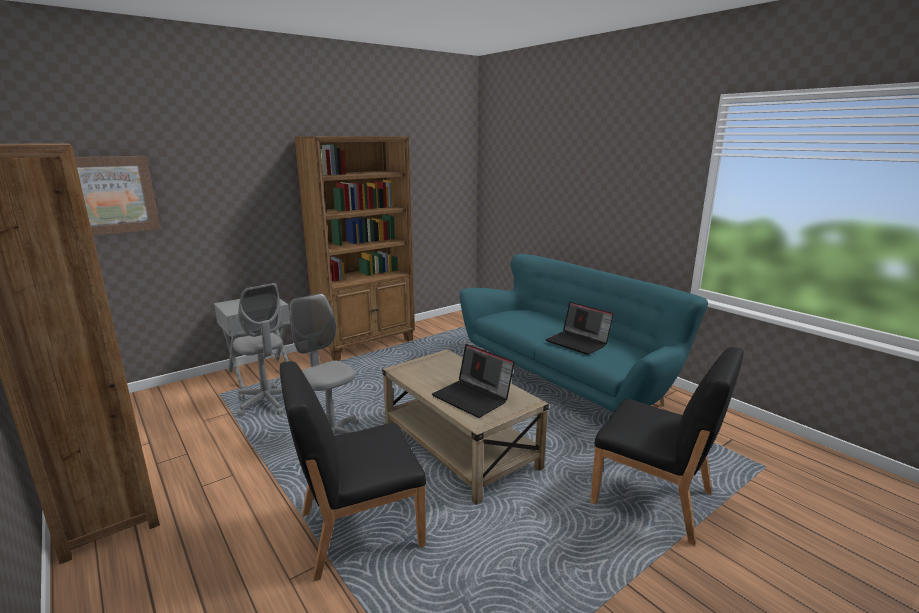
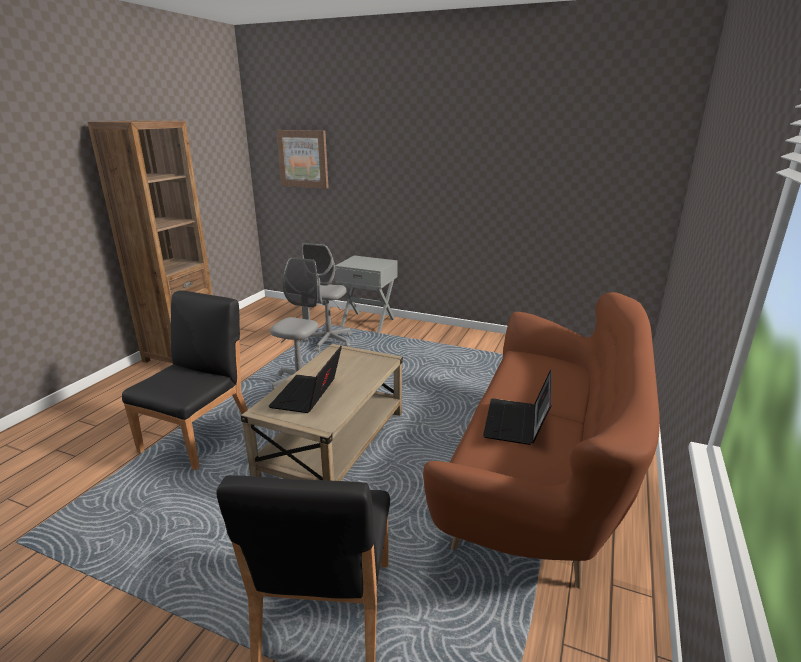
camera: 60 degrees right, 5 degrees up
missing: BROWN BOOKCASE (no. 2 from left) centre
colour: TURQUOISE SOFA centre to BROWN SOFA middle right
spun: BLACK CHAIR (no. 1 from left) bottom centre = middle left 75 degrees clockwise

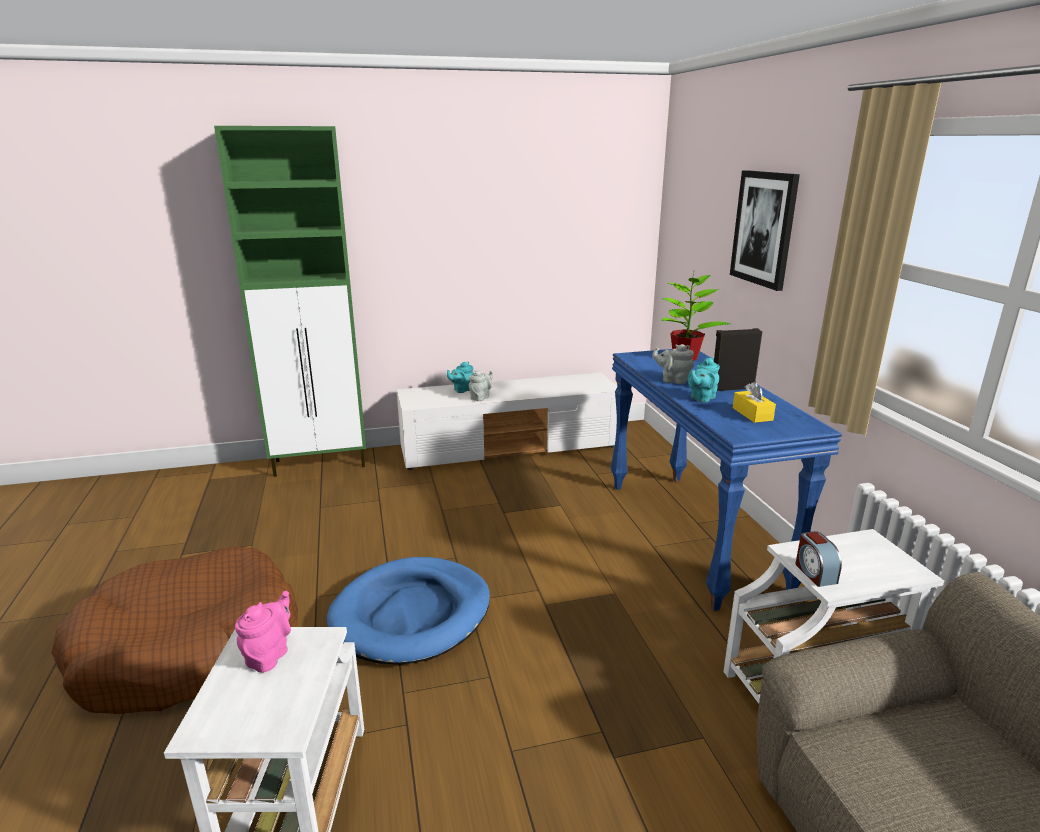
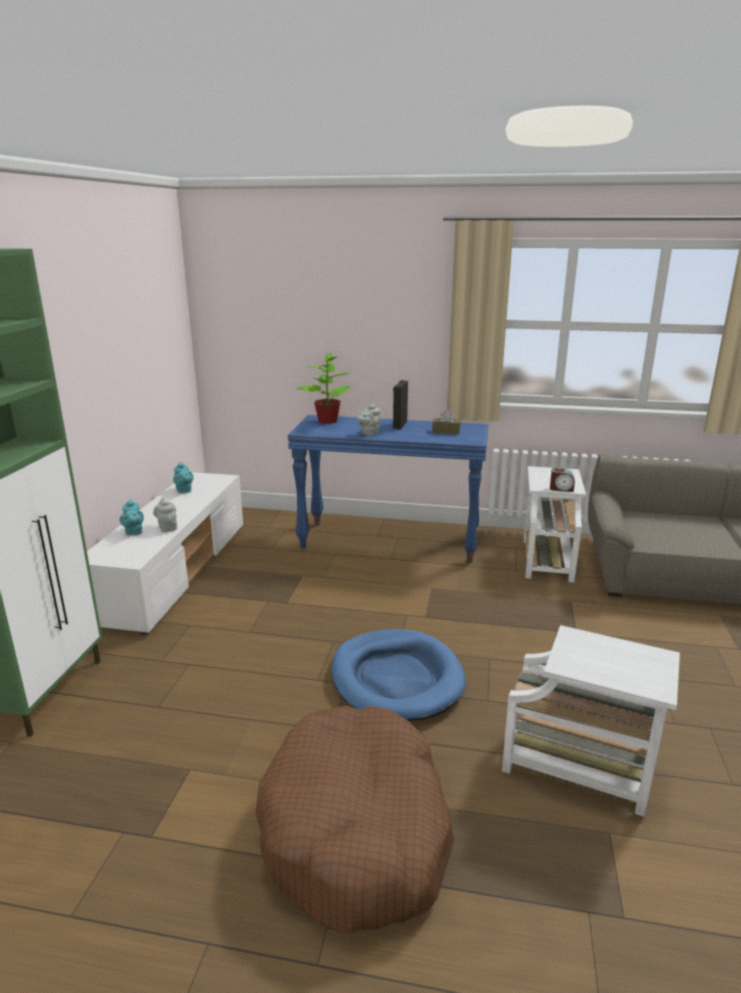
camera: 65 degrees left, 0 degrees up
missing: PINK TEAPOT bottom left; PICTURE top right
relocated: TURQUOISE TEAPOT (no. 2 from left) middle right to middle left
colour: YELLOW TISSUE BOX middle right to BROWN TISSUE BOX centre

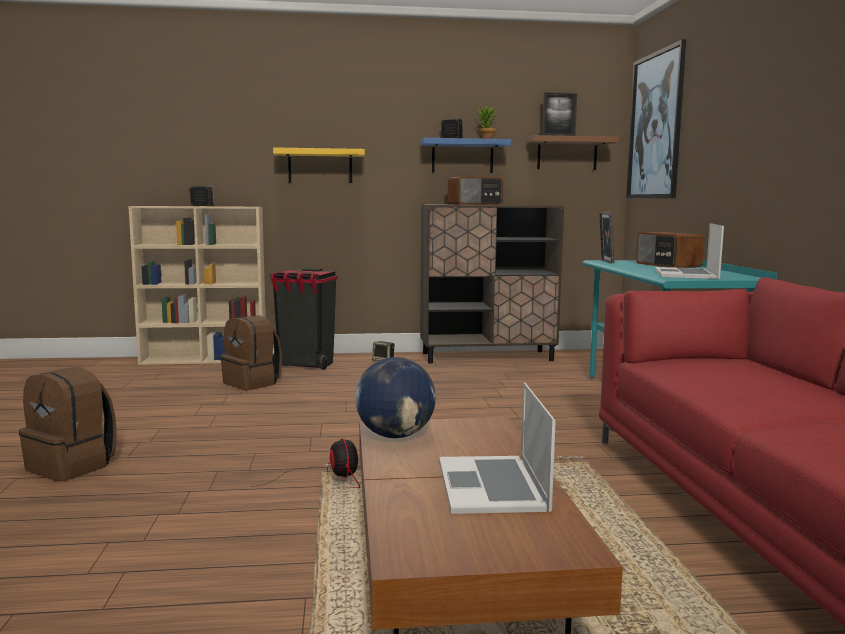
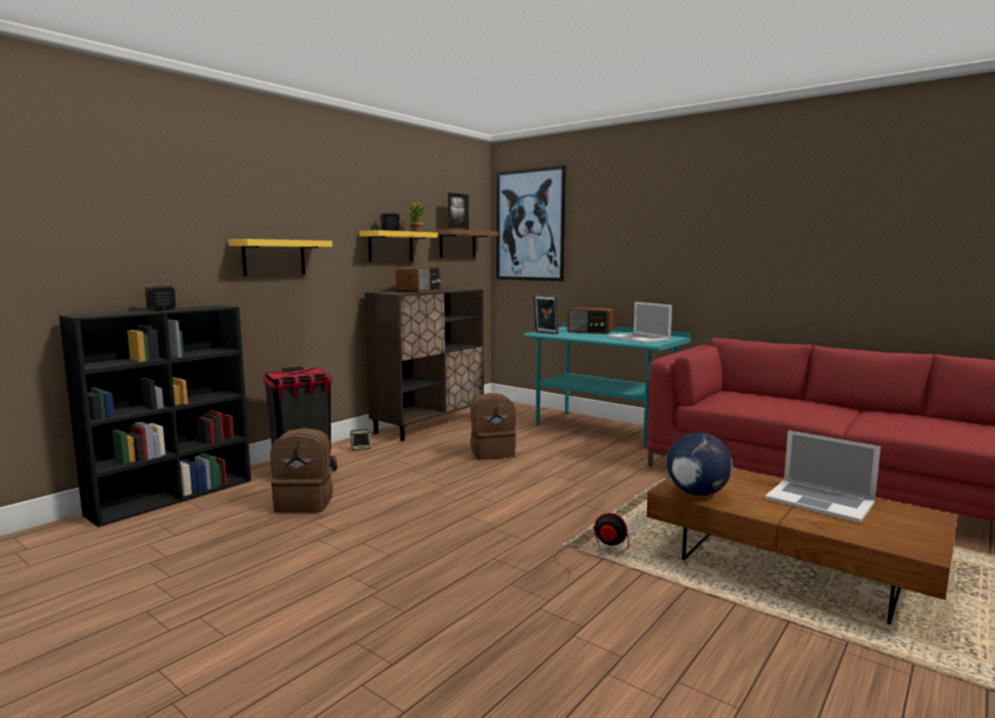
camera: 45 degrees left, 0 degrees up
relocated: BROWN BACKPACK (no. 1 from left in the first image) bottom left to BROWN BACKPACK (no. 2 from left) centre
colour: BEIGE BOOKCASE middle left to BLACK BOOKCASE middle left; BLUE SHELF top centre to YELLOW SHELF (no. 2 from left) centre

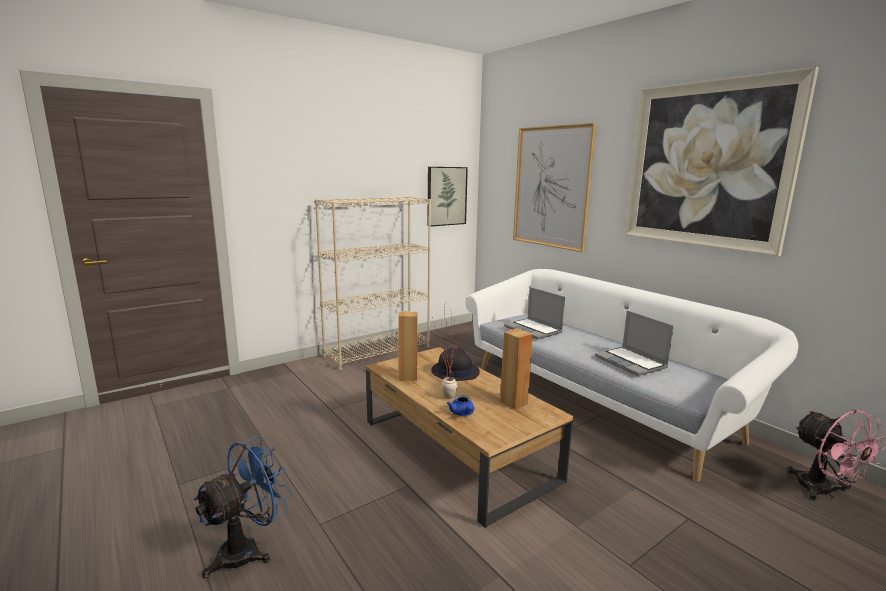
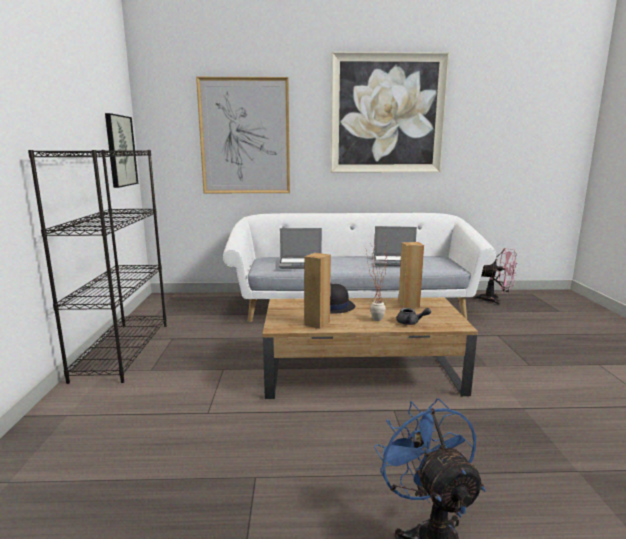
camera: 55 degrees left, 0 degrees up
colour: BEIGE BOOKCASE centre to BLACK BOOKCASE middle left; BLUE TEAPOT bottom centre to GREY TEAPOT centre

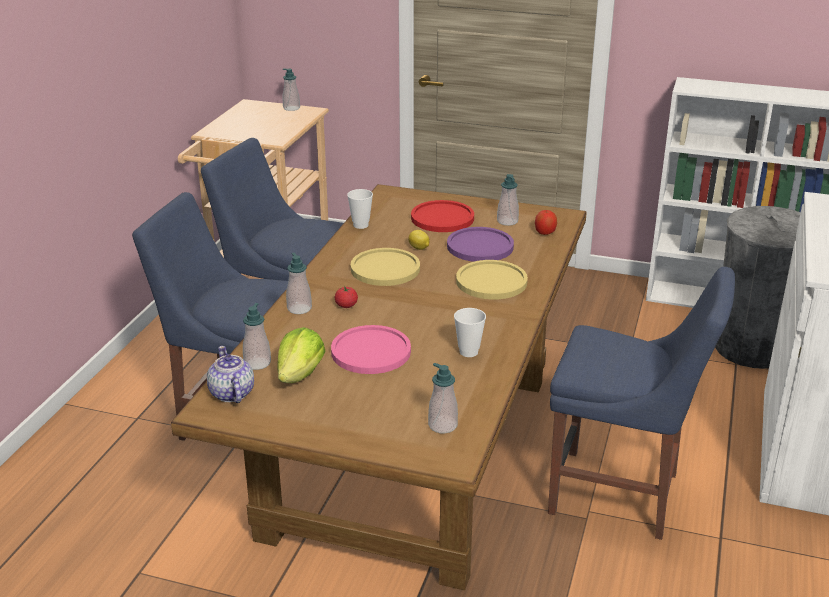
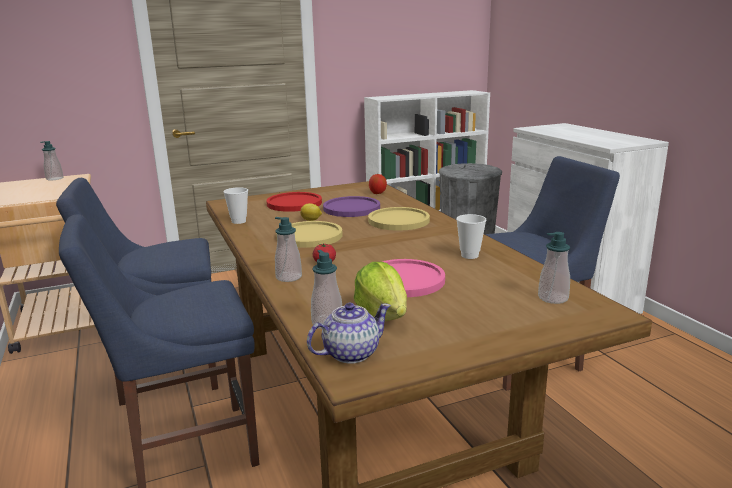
camera: 40 degrees left, 10 degrees down
missing: SOAP DISPENSER (no. 5 from left) centre
spun: TEAPOT middle left = bottom centre 120 degrees clockwise

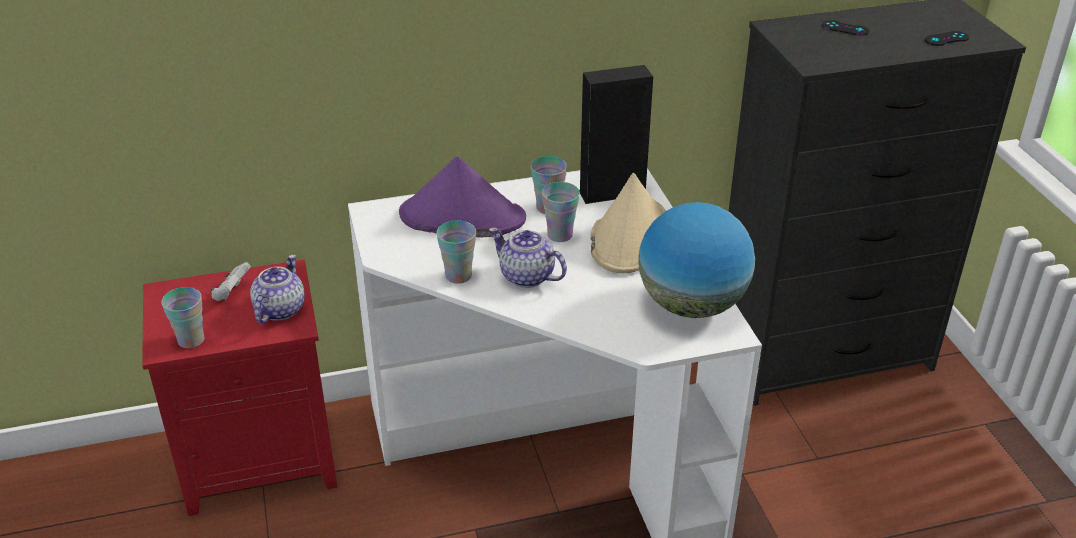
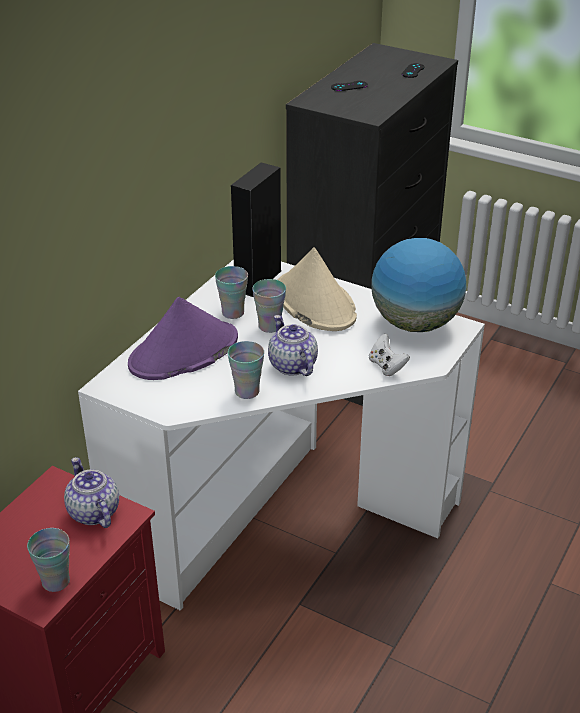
camera: 45 degrees left, 0 degrees up
relocated: WHITE GAME CONTROLLER middle left to middle right
spun: TEAPOT (no. 2 from left) centre = centre 75 degrees clockwise

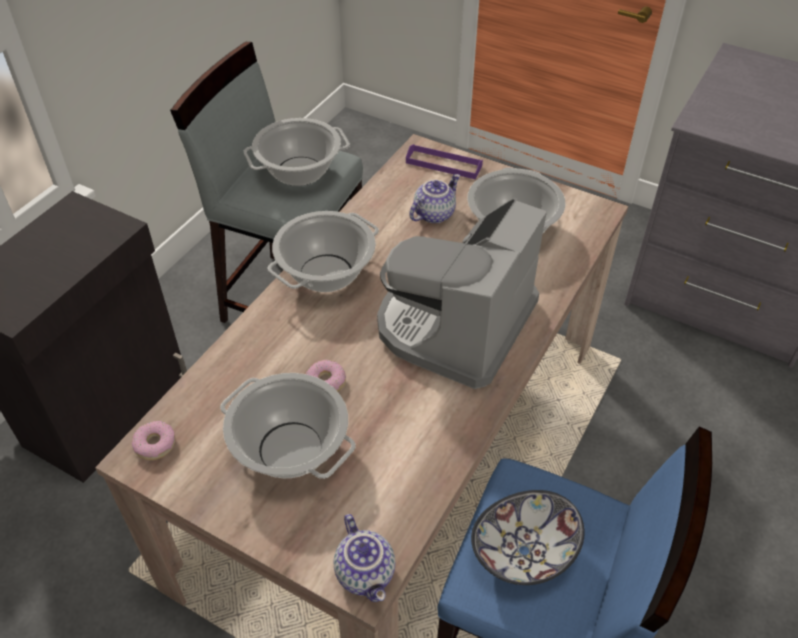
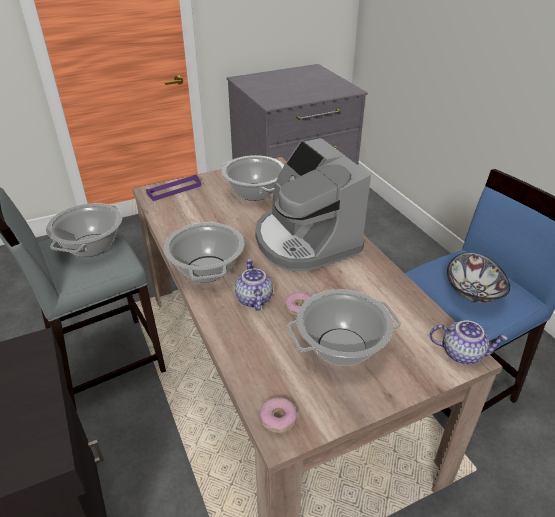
camera: 55 degrees left, 10 degrees down
relocated: TEAPOT (no. 2 from left in the first image) top centre to TEAPOT (no. 1 from left) centre

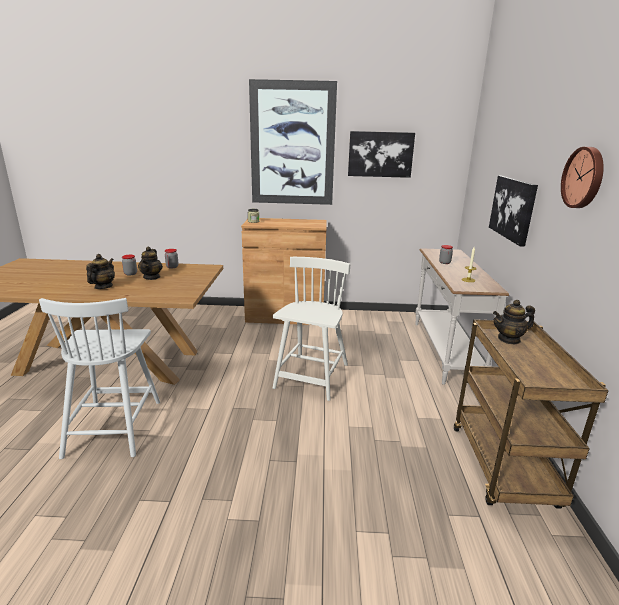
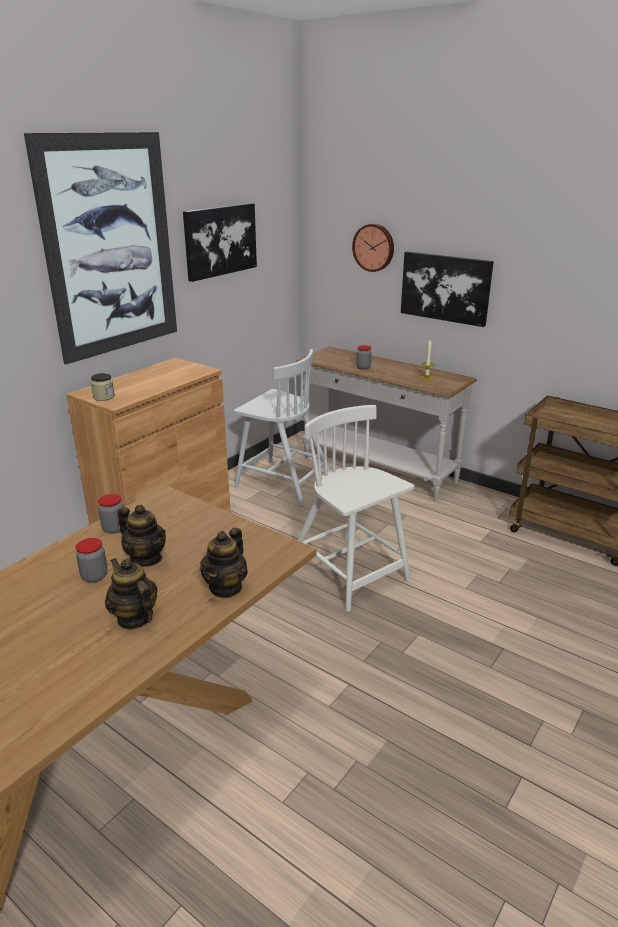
camera: 55 degrees left, 5 degrees up
relocated: WHITE CHAIR (no. 1 from left) middle left to centre; TEAPOT (no. 3 from left) middle right to centre; WALL CLOCK top right to top centre

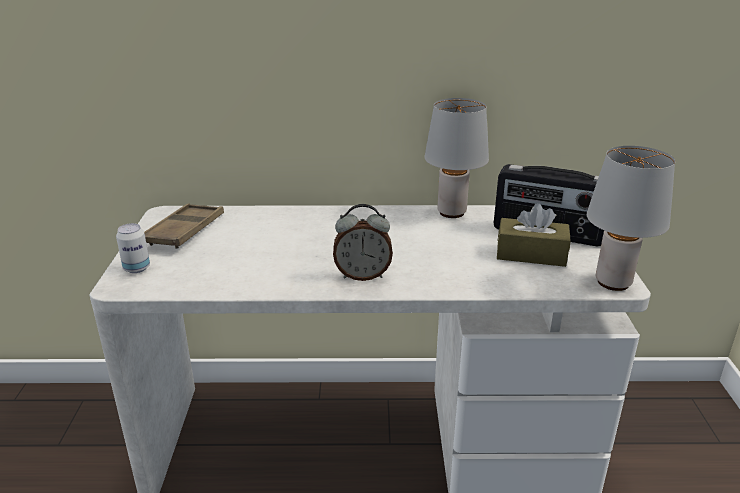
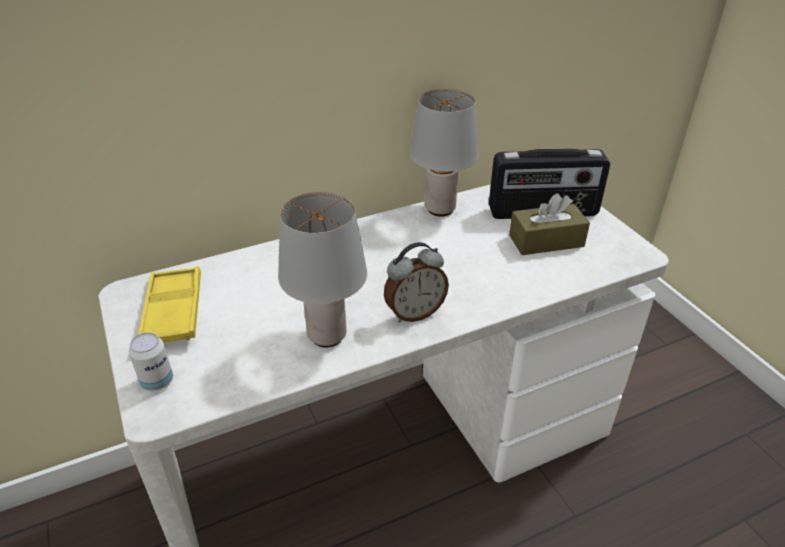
camera: 25 degrees left, 10 degrees up
relocated: GREY TABLE LAMP (no. 2 from left in the first image) middle right to GREY TABLE LAMP (no. 1 from left) centre
colour: BROWN TRAY middle left to YELLOW TRAY middle left

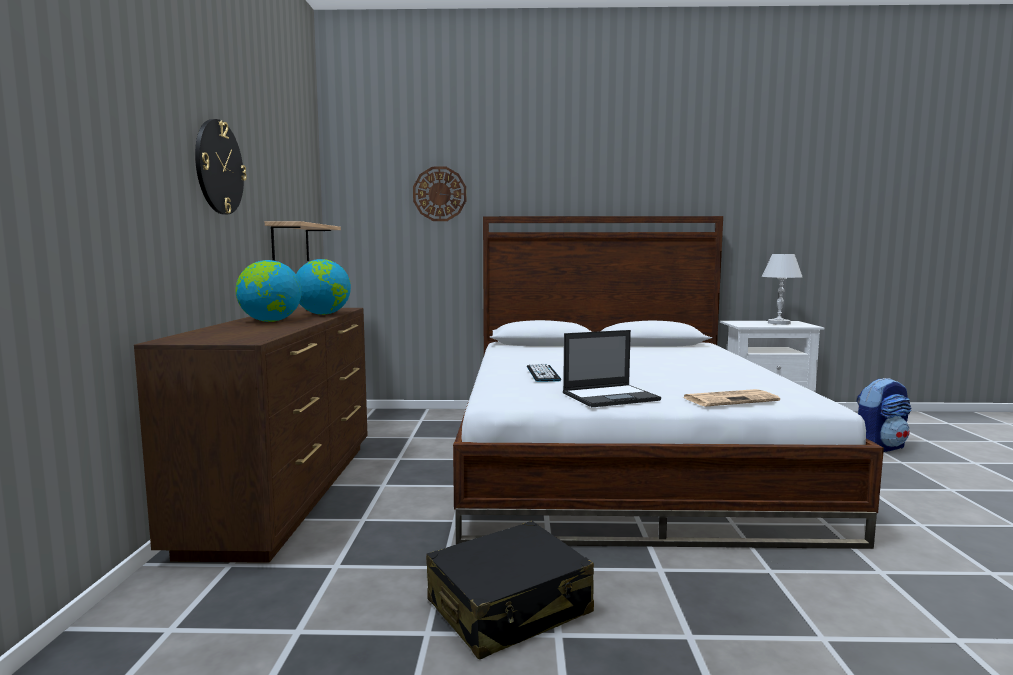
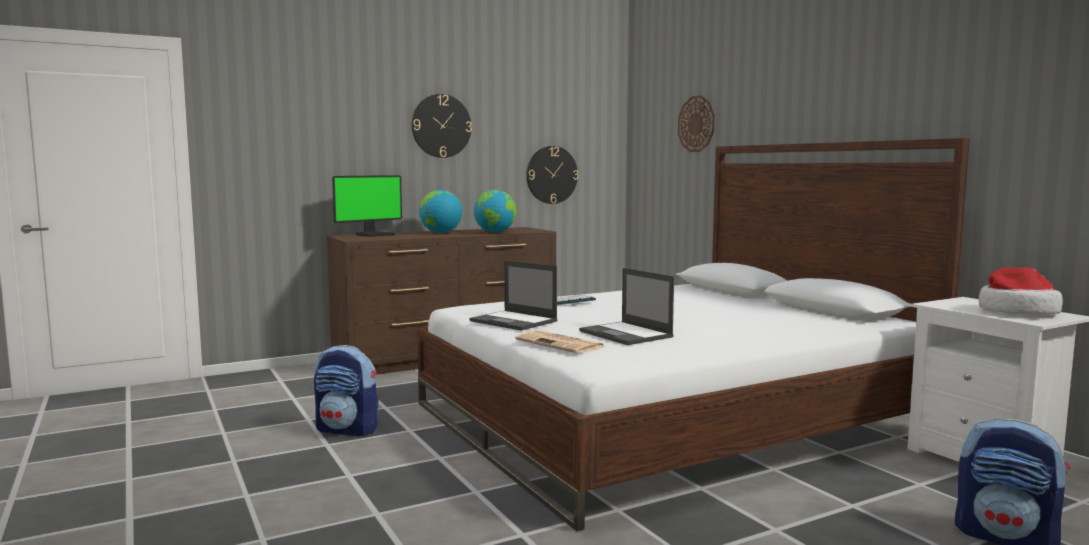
camera: 60 degrees right, 0 degrees up
appeared: MONITOR centre; LAPTOP (no. 2 from left) centre
exchanged: SHELF middle left to WALL CLOCK (no. 2 from left) top centre; BLACK SUITCASE bottom centre to BACKPACK (no. 1 from left) bottom left; WHITE TABLE LAMP middle right to HAT middle right

